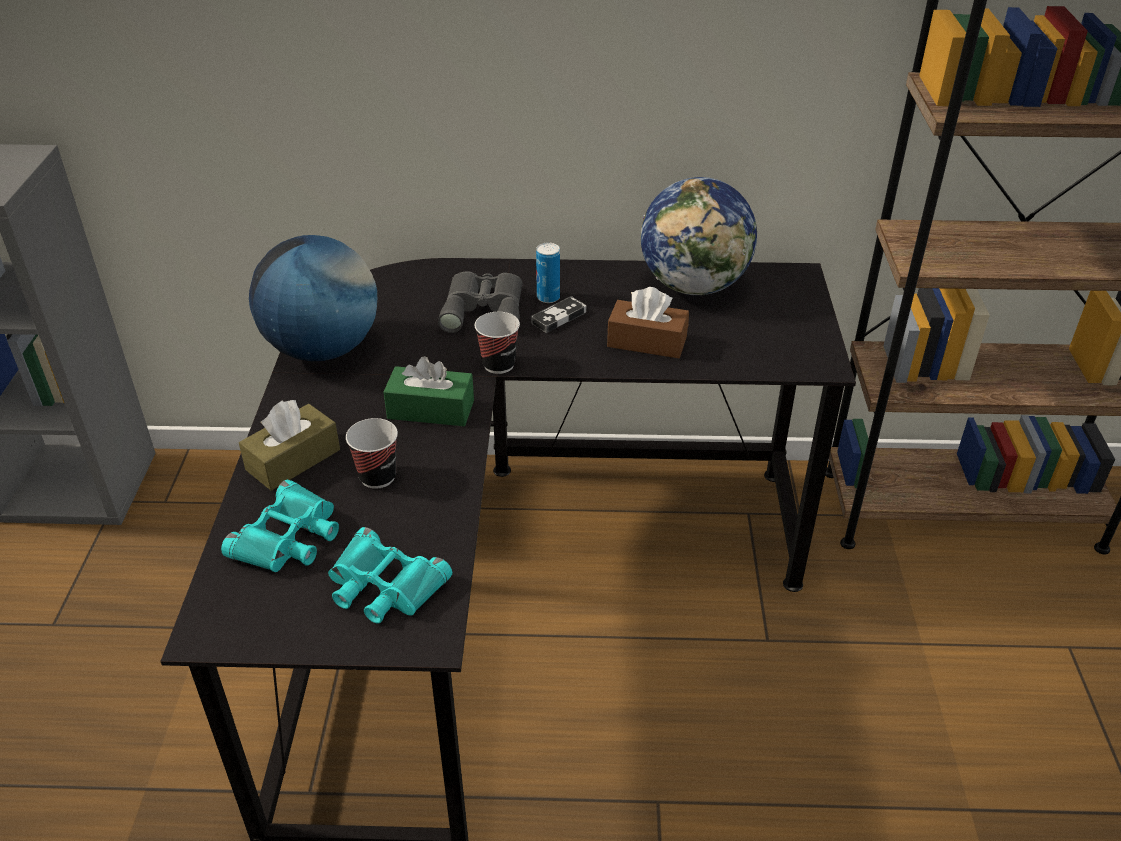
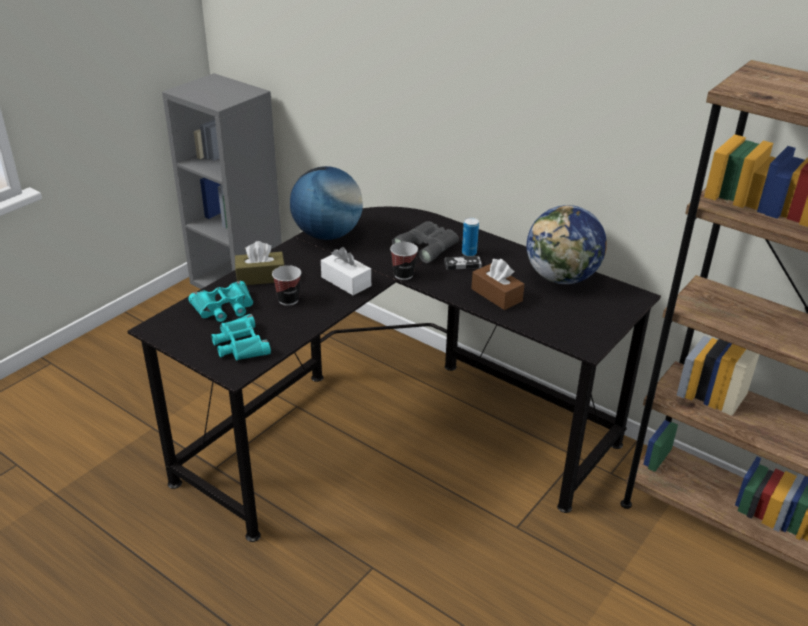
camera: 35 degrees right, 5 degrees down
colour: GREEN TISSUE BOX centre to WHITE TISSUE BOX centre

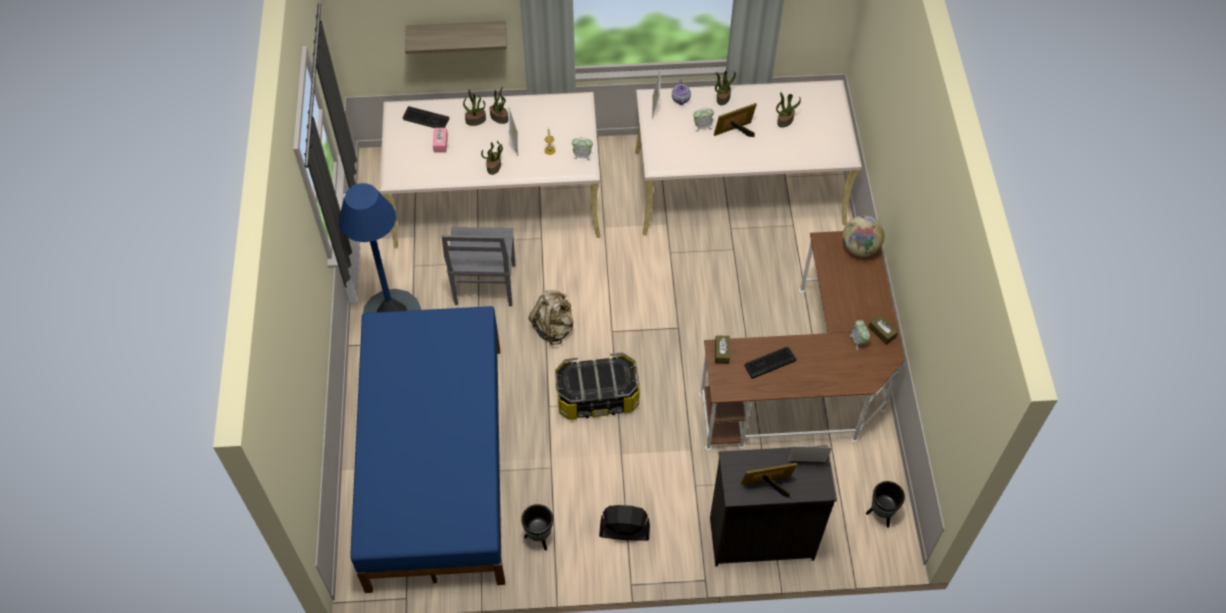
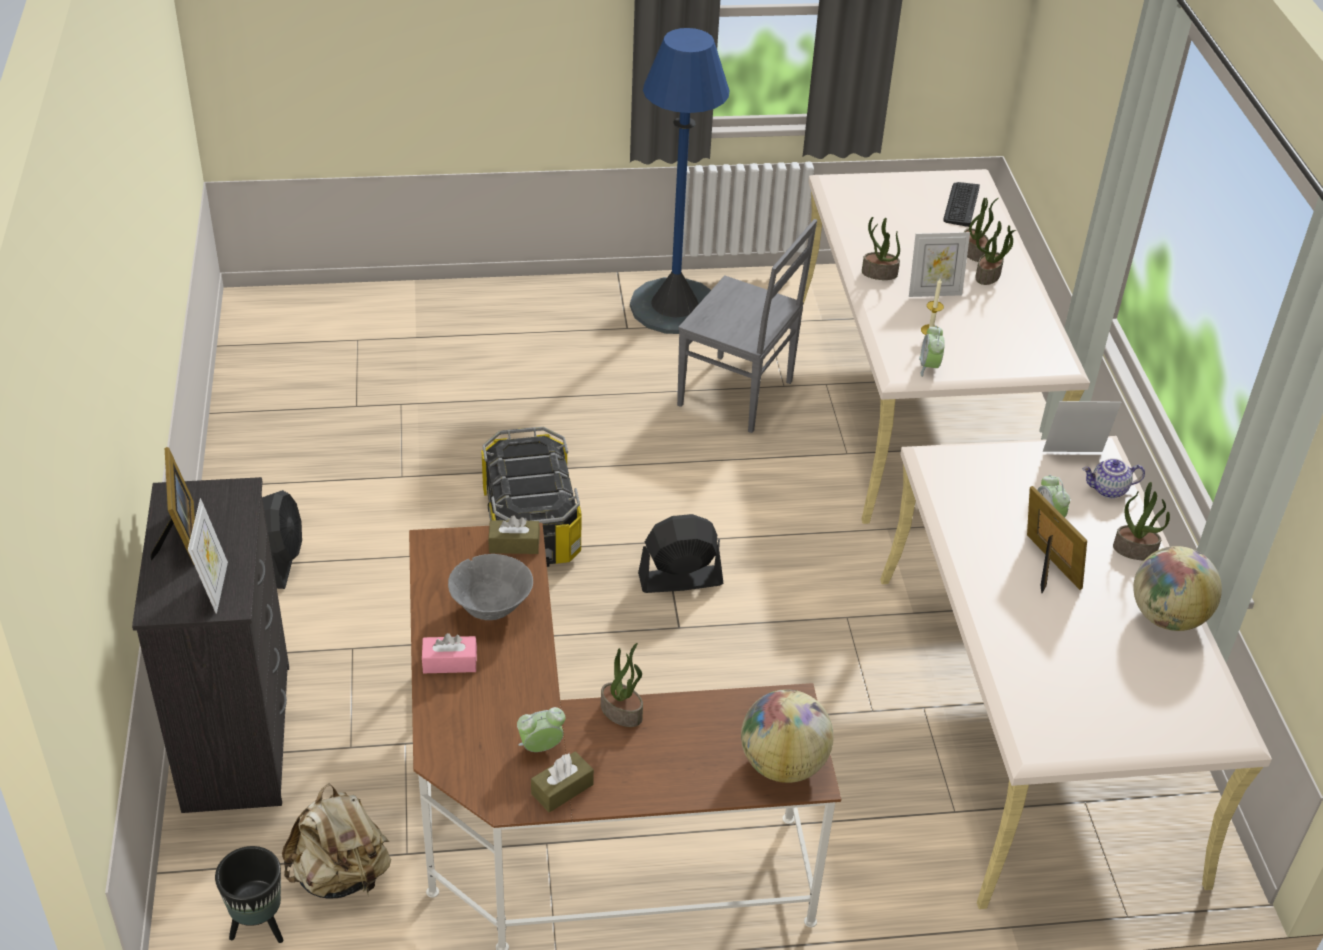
camera: 85 degrees right, 15 degrees down
missing: BLUE BED bottom centre; SHELF top centre; BLACK PLANTER (no. 1 from left) bottom centre
appeared: BLACK FAN (no. 2 from left) centre; GLOBE (no. 2 from left) middle right
relocated: PINK TISSUE BOX top centre to bottom centre; BEIGE BACKPACK centre to bottom left; POTTED PLANT (no. 5 from left in the first image) top centre to POTTED PLANT (no. 1 from left) bottom centre
exchanged: KEYBOARD (no. 2 from left) centre to GREY BOWL centre
spun: GREY CHAIR centre = centre 150 degrees counterclockwise

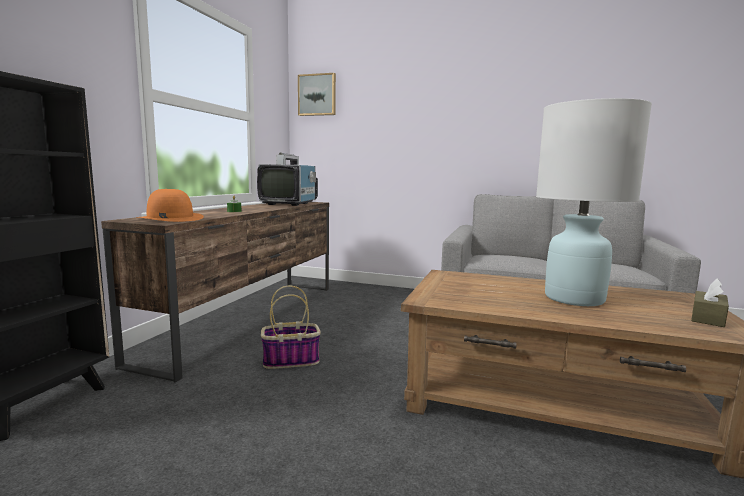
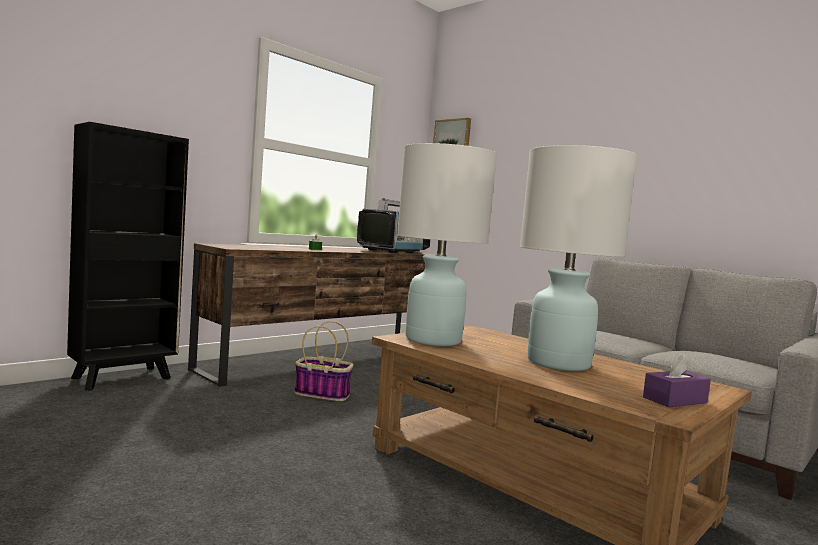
camera: 25 degrees right, 5 degrees down
missing: ORANGE HAT middle left
appeared: WHITE TABLE LAMP (no. 1 from left) centre
colour: BROWN TISSUE BOX middle right to PURPLE TISSUE BOX bottom right

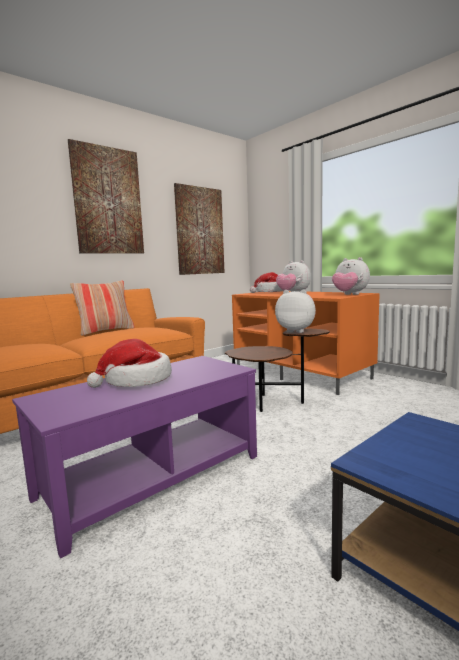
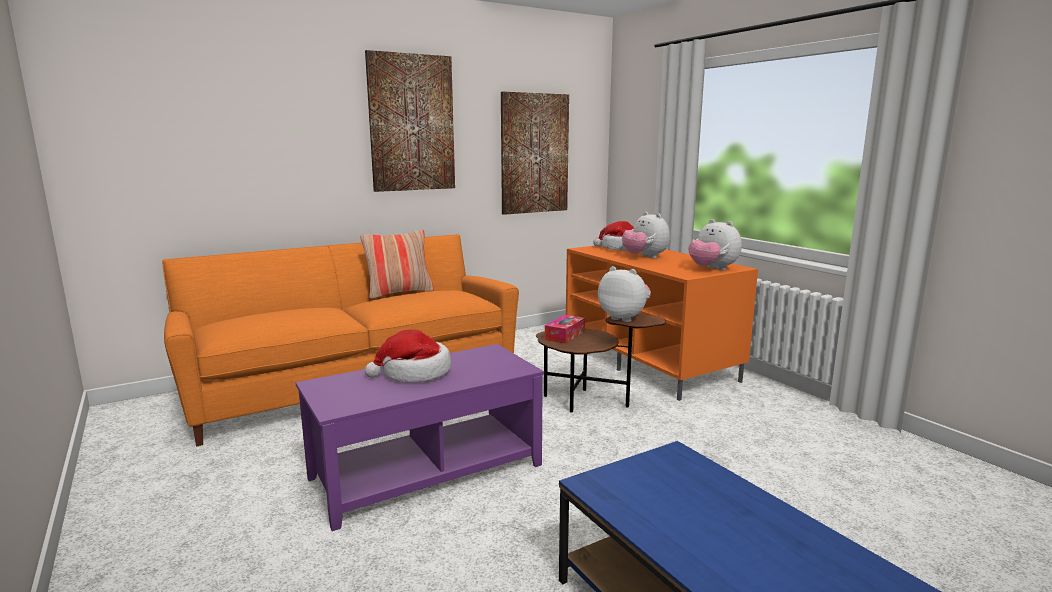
camera: 10 degrees right, 5 degrees up
appeared: TISSUE BOX centre

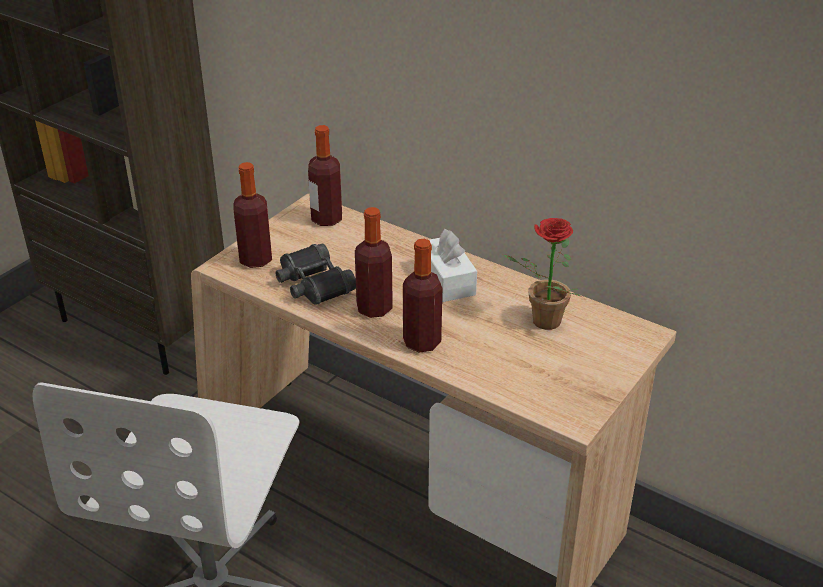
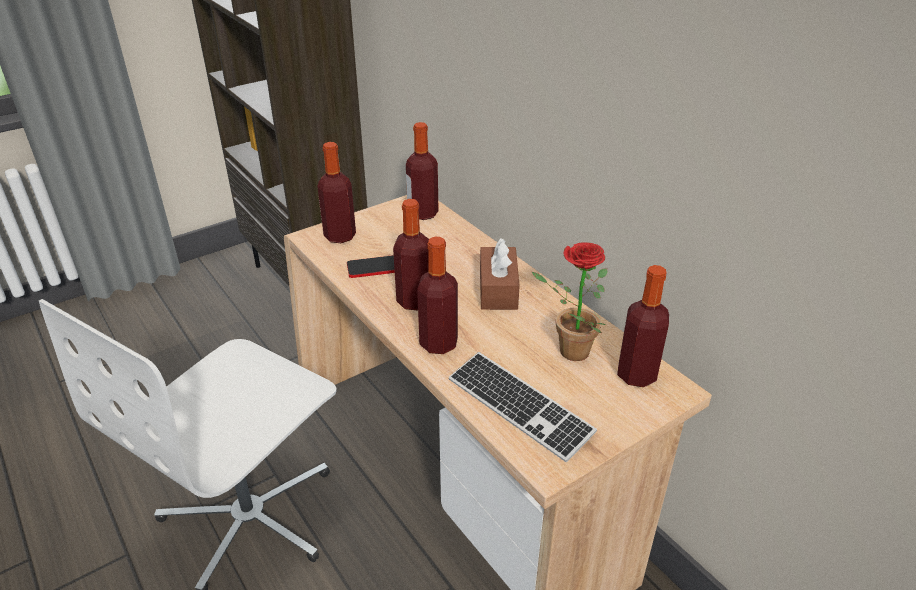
camera: 20 degrees right, 0 degrees up
appeared: KEYBOARD bottom centre; BOTTLE (no. 5 from left) middle right
exchanged: BLACK BINOCULARS centre to PHONE centre
colour: WHITE TISSUE BOX centre to BROWN TISSUE BOX centre

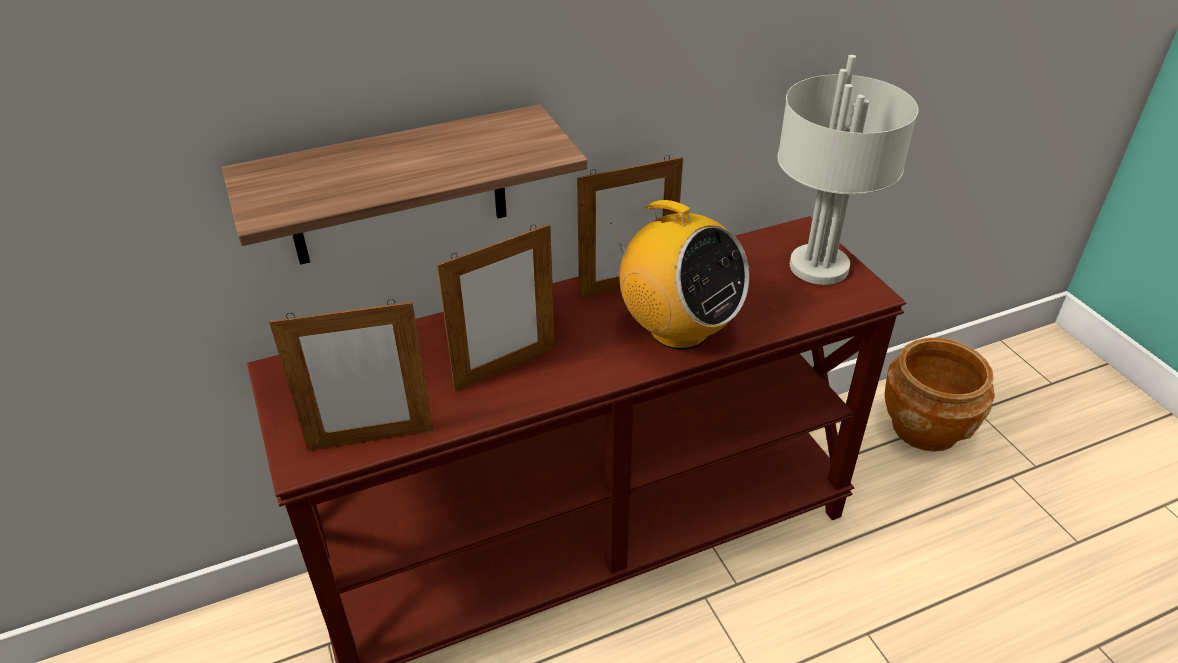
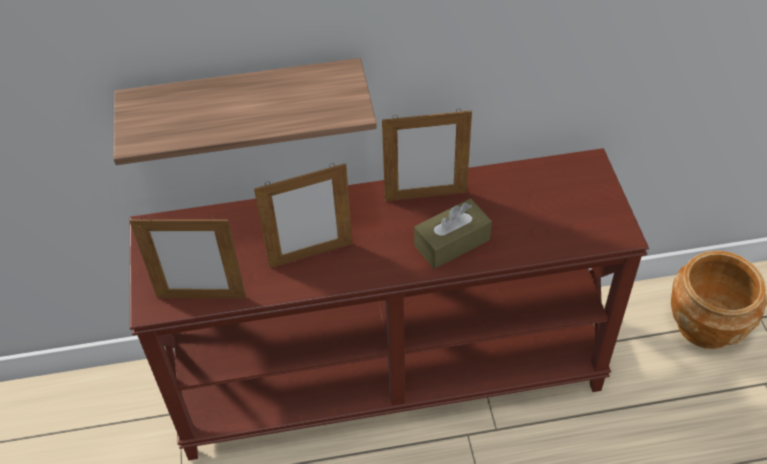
camera: 15 degrees right, 10 degrees up
missing: GREY TABLE LAMP top right
exchanged: RADIO centre to BROWN TISSUE BOX centre

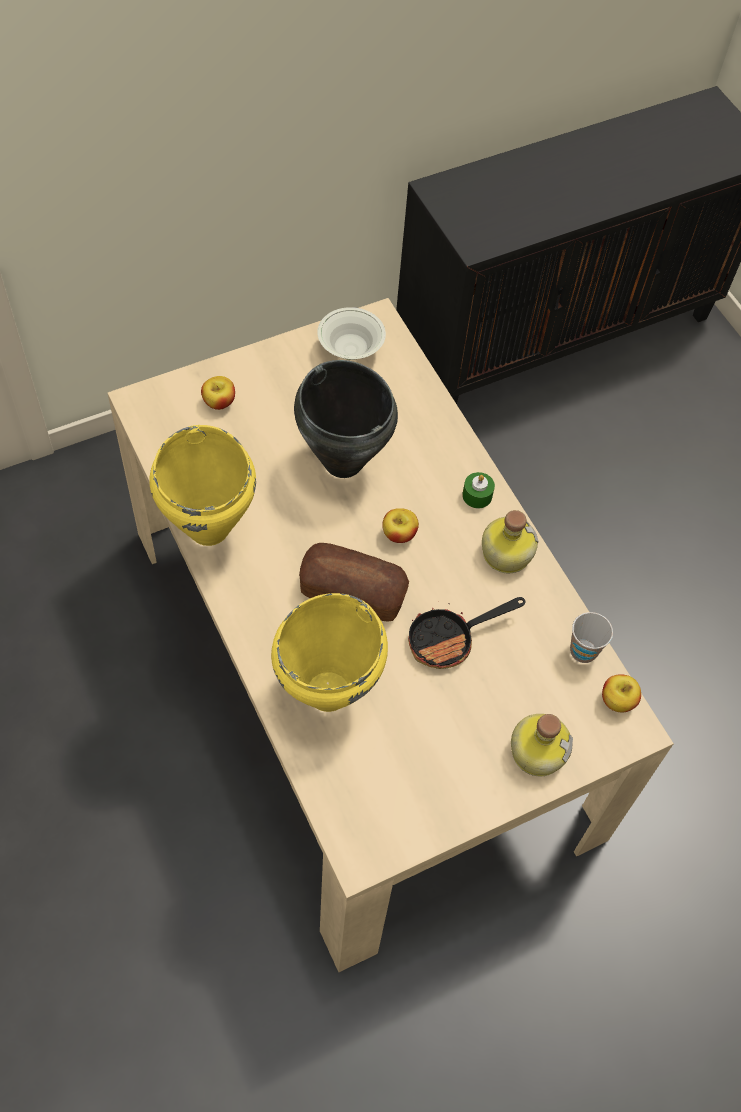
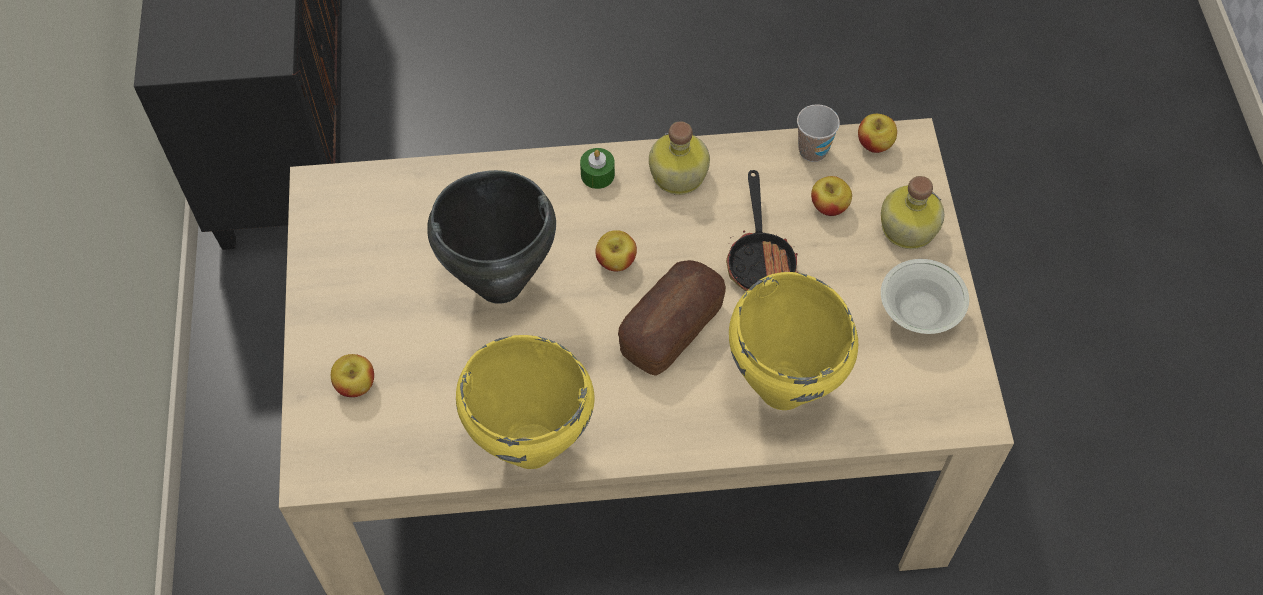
camera: 65 degrees left, 0 degrees up
appeared: APPLE (no. 3 from left) top centre
relocated: WHITE BOWL top centre to middle right

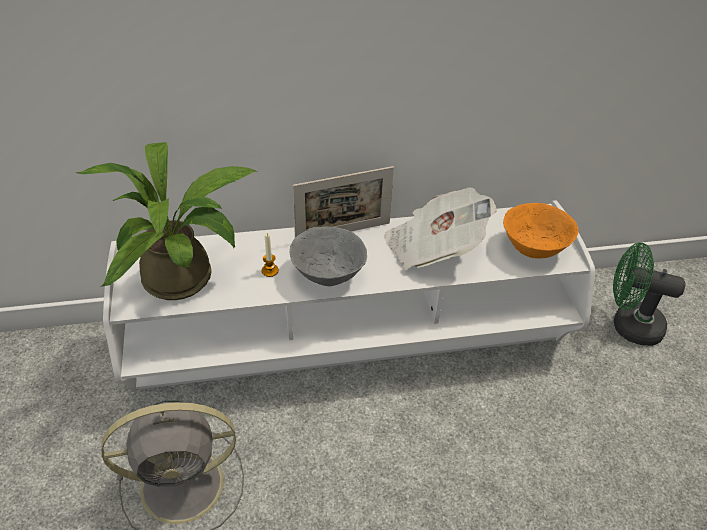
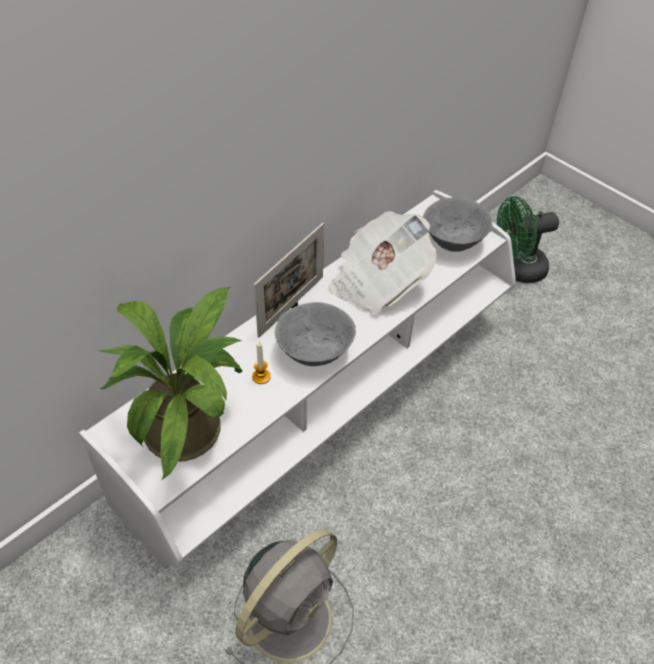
camera: 35 degrees left, 5 degrees up
colour: ORANGE BOWL middle right to GREY BOWL (no. 2 from left) middle right

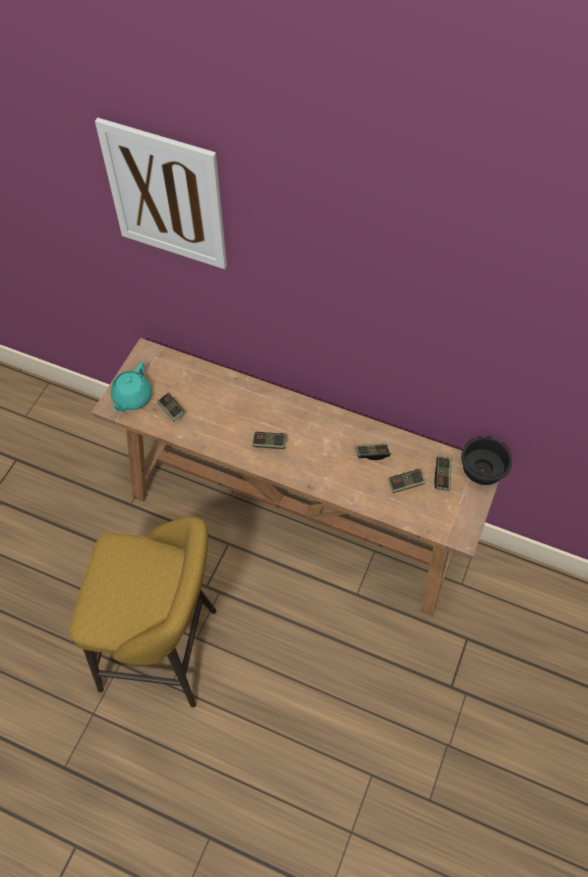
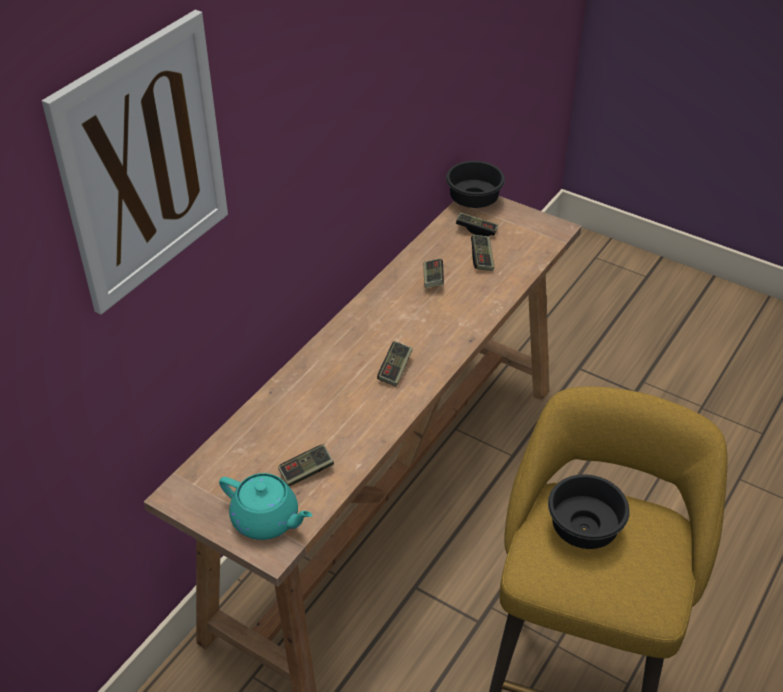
camera: 80 degrees left, 15 degrees down
appeared: BLACK BOWL (no. 2 from left) bottom right

